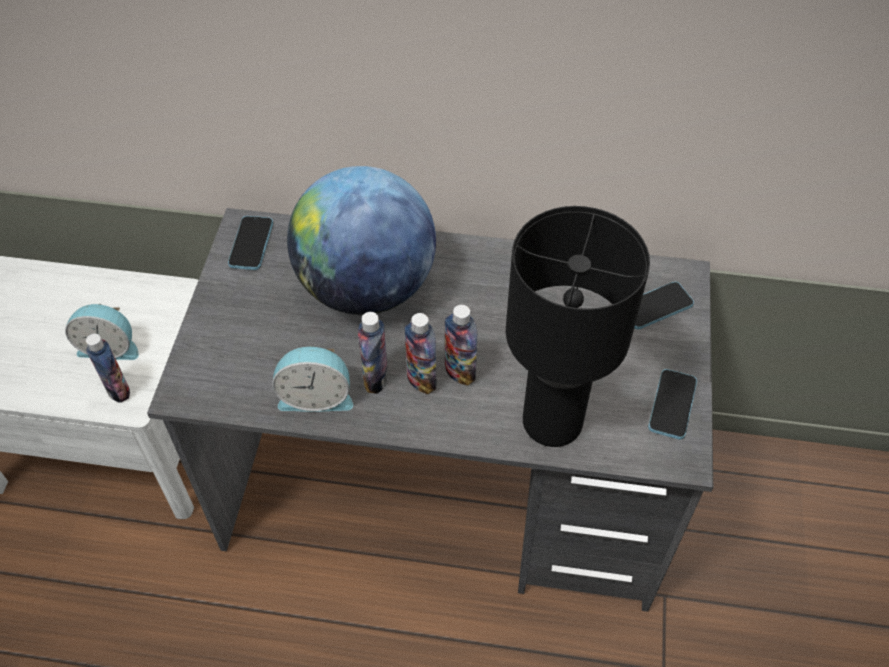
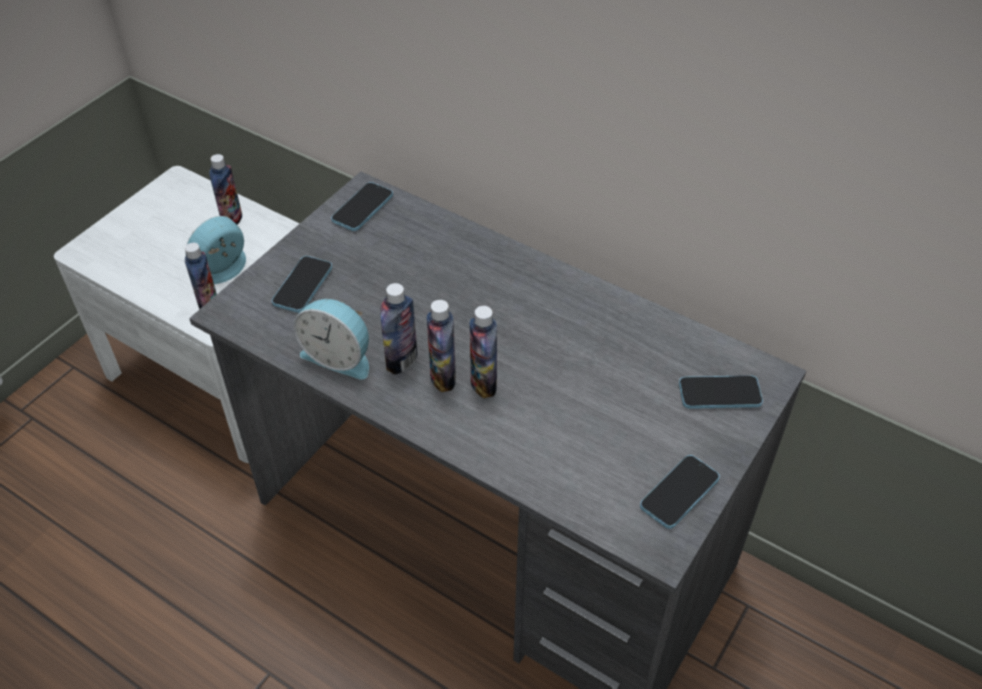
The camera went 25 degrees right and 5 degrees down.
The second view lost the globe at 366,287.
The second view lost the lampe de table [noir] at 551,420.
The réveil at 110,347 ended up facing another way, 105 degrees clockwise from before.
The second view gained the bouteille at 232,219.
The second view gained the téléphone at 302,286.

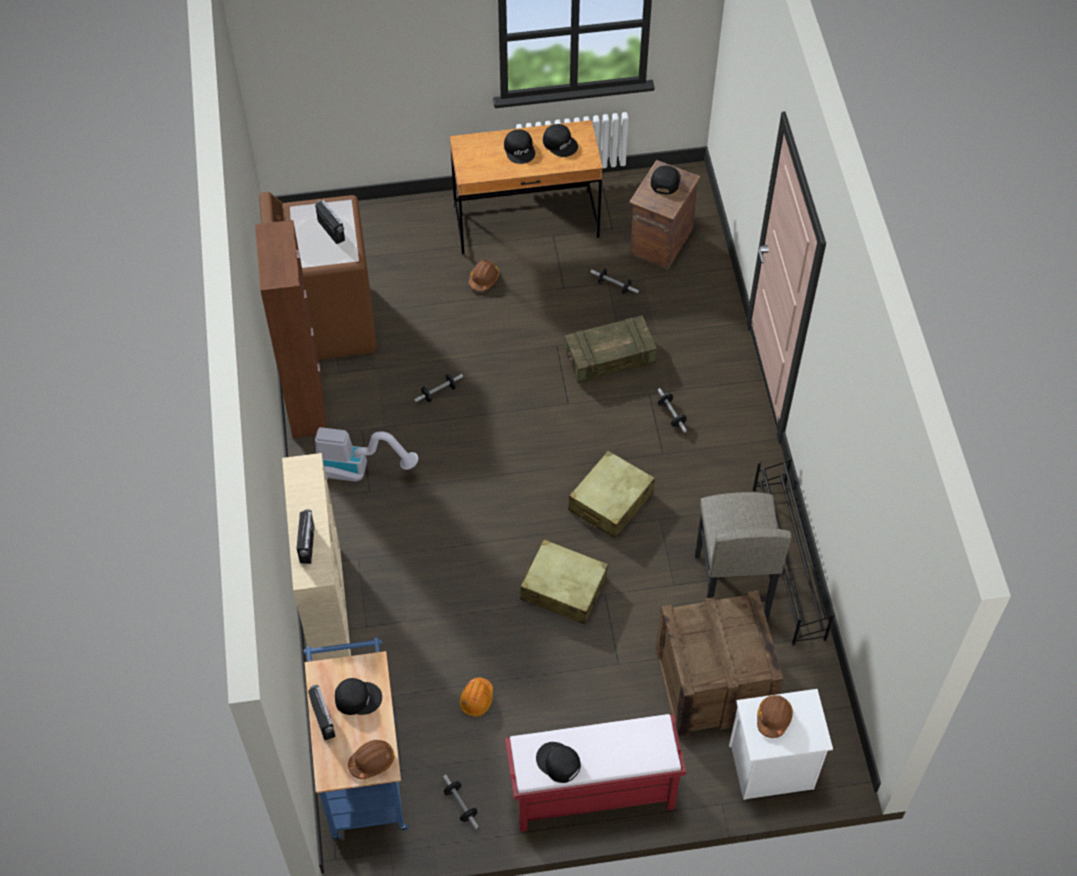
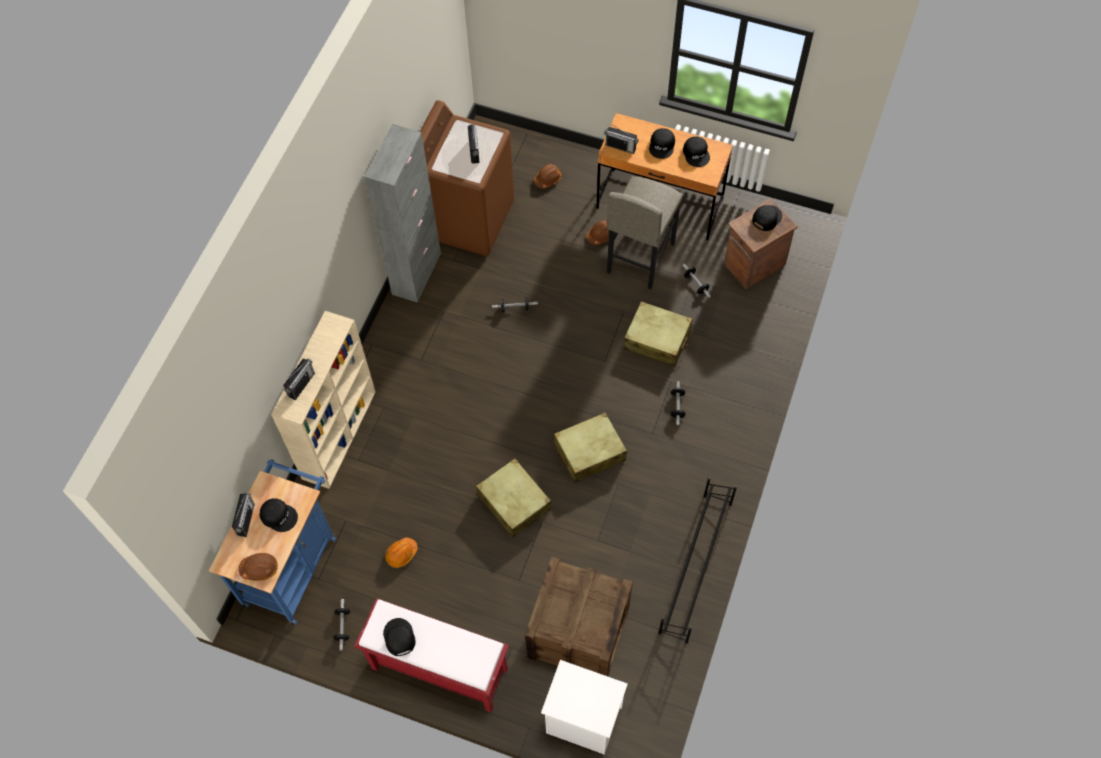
The camera went 30 degrees right and 5 degrees up.
What was the meuble de rangement [marron] at 307,404 turned into the meuble de rangement [gris] at 417,274.
Where the caisse stood at 609,358, the valise [beige] came to stand at 657,339.
The second view lost the aspirateur at 360,470.
The tabouret [gris] ended up elsewhere, having gone from 730,588 to 639,257.
The casque de chantier [marron] ended up elsewhere, having gone from 773,718 to 547,179.
The second view gained the radio at 620,147.

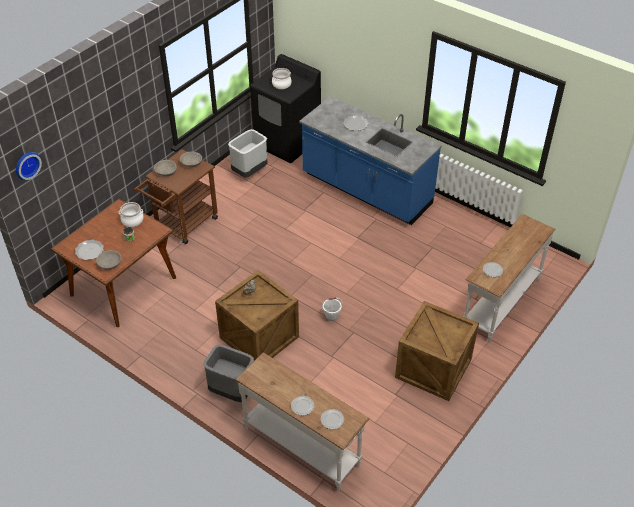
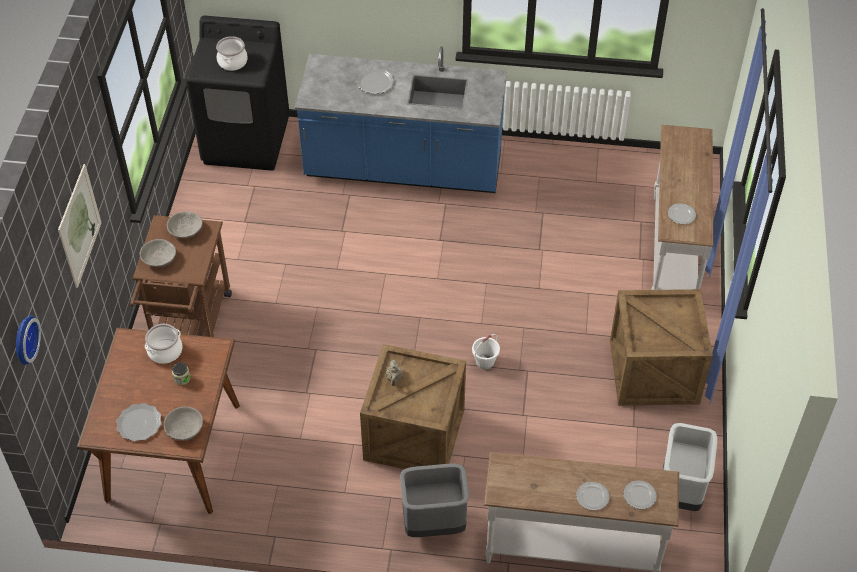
The camera went 30 degrees left and 5 degrees up.
The poubelle [gris] ended up elsewhere, having gone from 249,171 to 680,490.
The second view gained the tableau at 79,226.

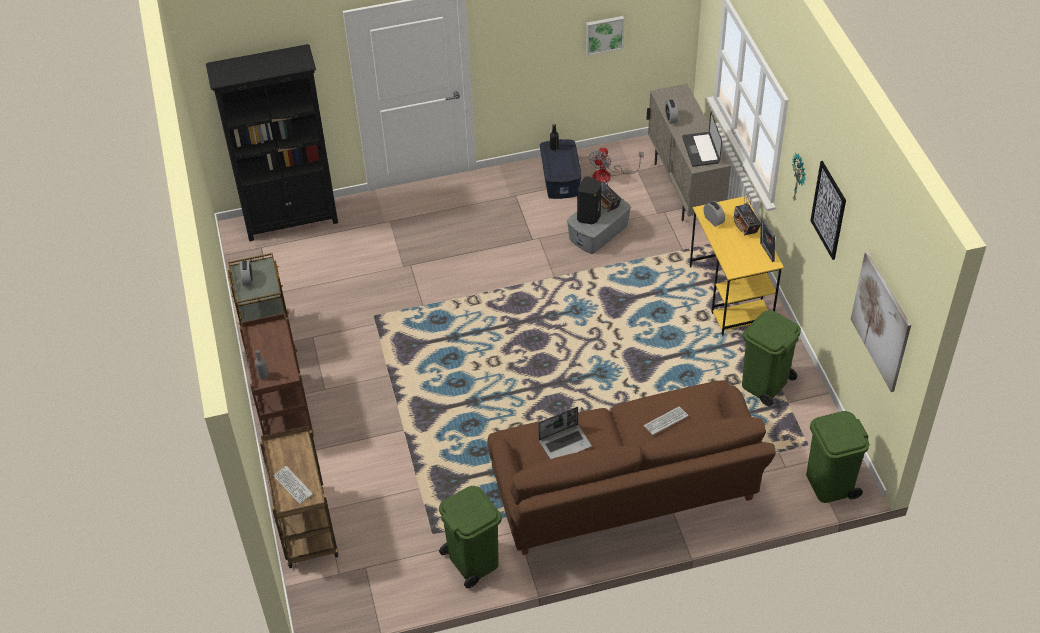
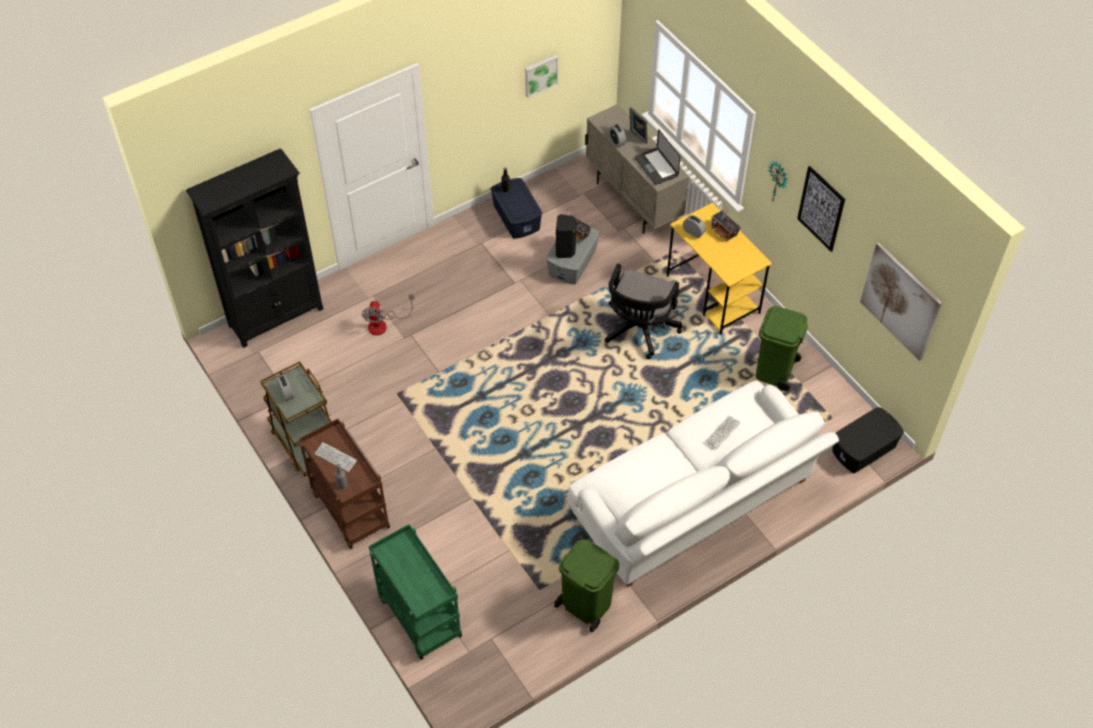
The camera went 20 degrees left and 5 degrees up.
The ventilateur ended up elsewhere, having gone from 608,175 to 383,324.
The cadre photo ended up elsewhere, having gone from 765,252 to 637,137.
What was the canapé [marron] at 625,494 turned into the canapé [blanc] at 695,505.
The second view lost the ordinateur portable at 565,443.
Where the poubelle [vert] stood at 830,484, the boîte de rangement [noir] came to stand at 864,449.
What was the chariot [marron] at 305,526 turned into the chariot [vert] at 418,616.
The clavier ended up elsewhere, having gone from 293,485 to 335,457.
The second view gained the chaise de bureau [noir] at 639,331.

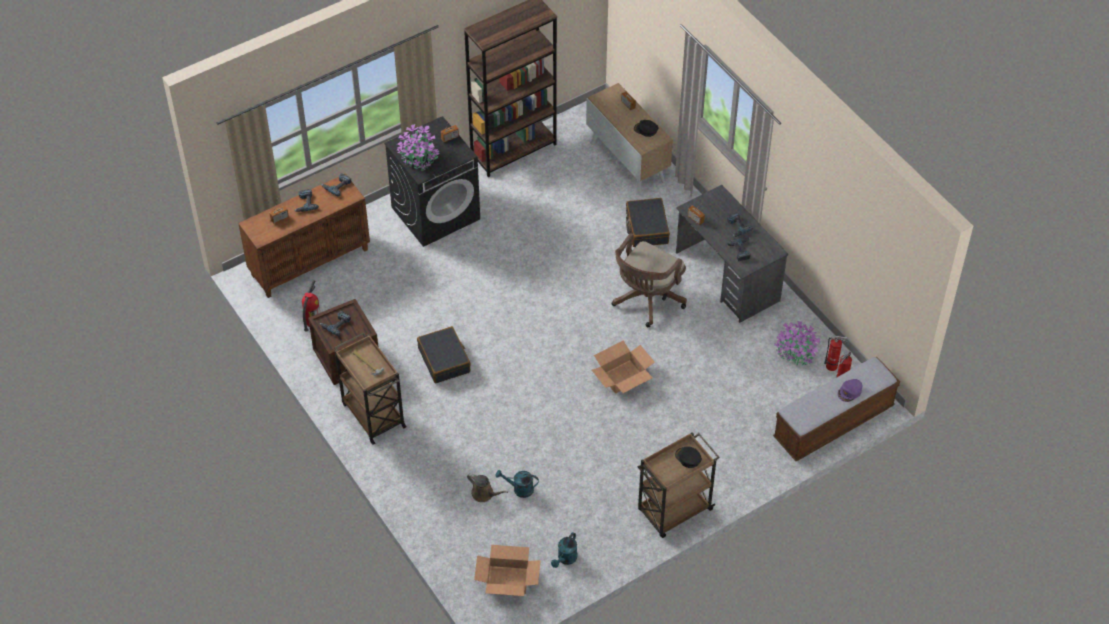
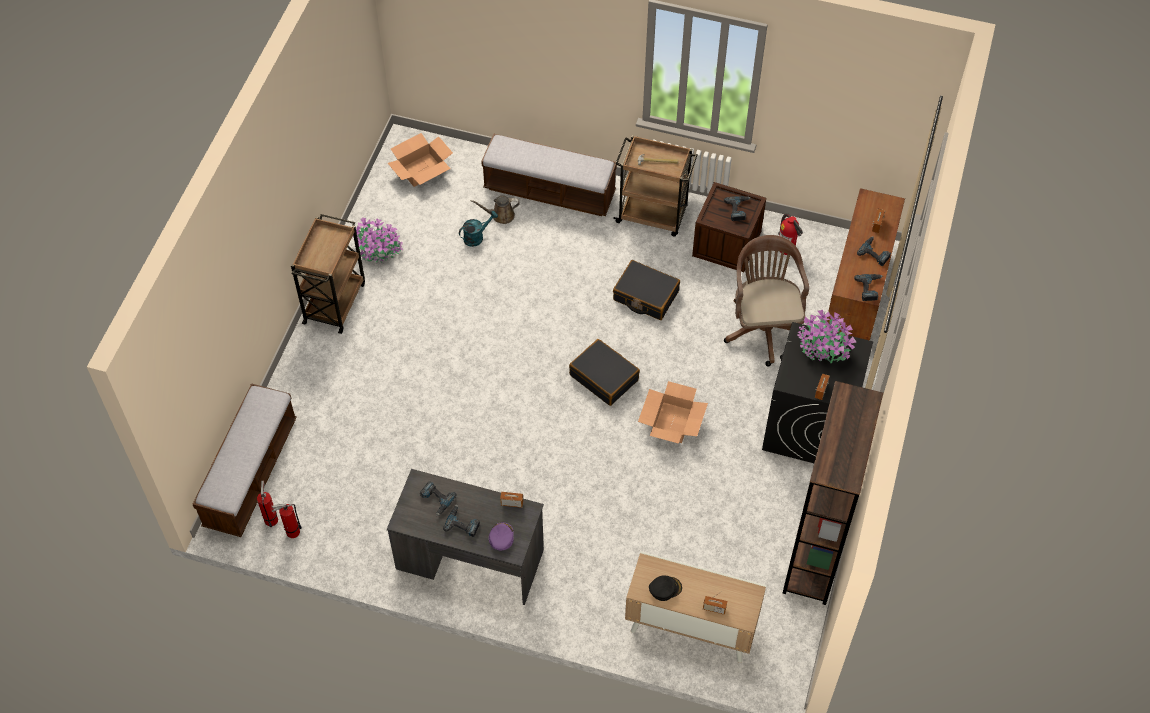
The camera went 140 degrees right and 5 degrees up.
The valise [noir] ended up elsewhere, having gone from 646,228 to 604,377.
The chaise de bureau [marron] ended up elsewhere, having gone from 646,300 to 763,326.
The plante en pot ended up elsewhere, having gone from 796,353 to 378,250.
The carton ended up elsewhere, having gone from 622,376 to 672,422.
The casquette [violet] ended up elsewhere, having gone from 850,392 to 501,537.
The second view lost the casquette [noir] at 688,458.
The second view lost the arrosoir [turquoise] at 565,559.
The second view gained the banc at 549,191.

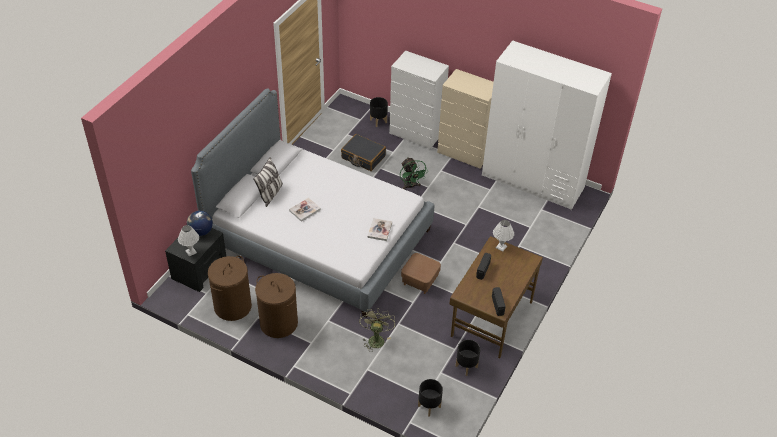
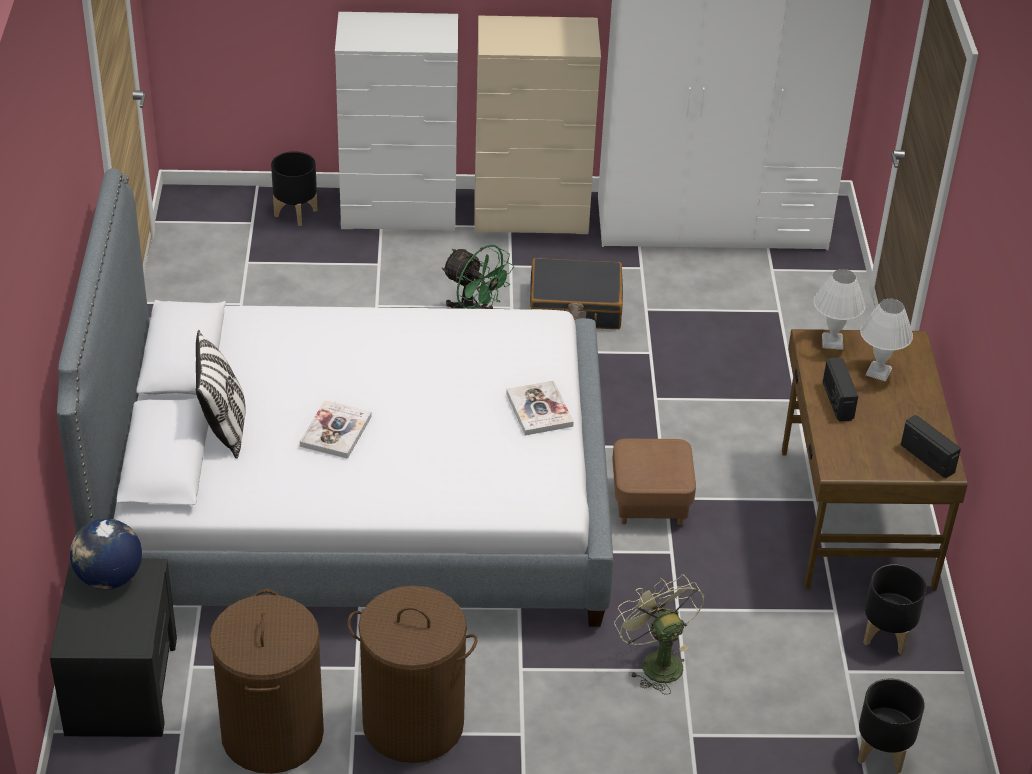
The camera went 30 degrees left and 5 degrees down.
The valise [noir] ended up elsewhere, having gone from 363,157 to 575,307.
The lampe de table [blanc] ended up elsewhere, having gone from 191,252 to 879,372.

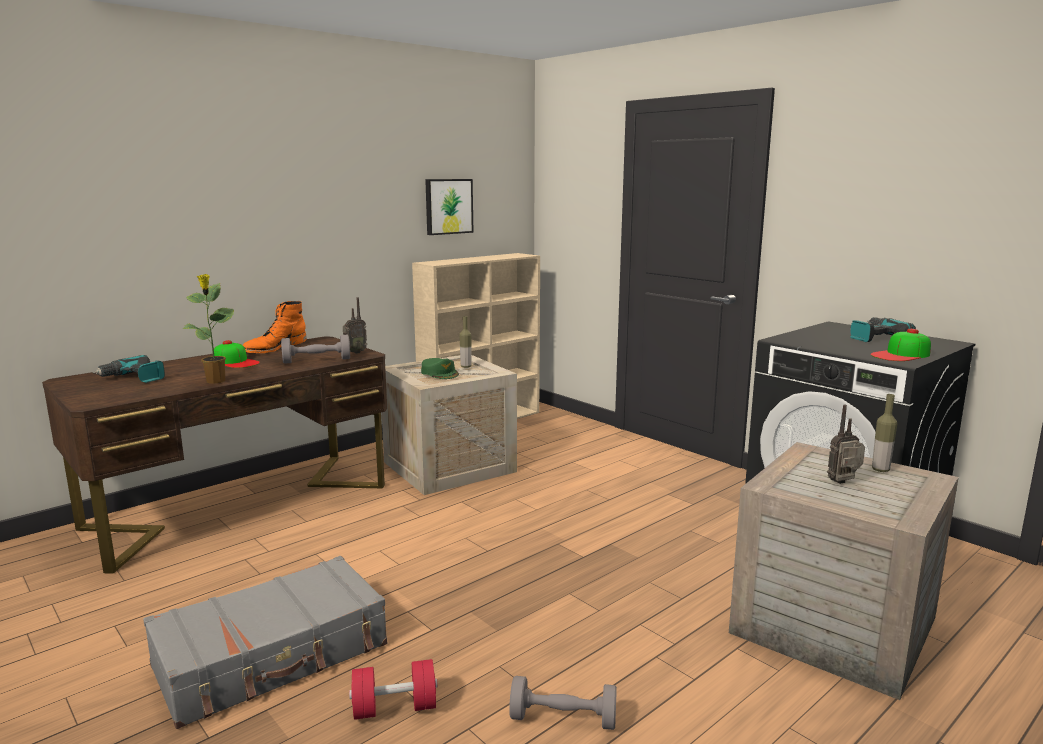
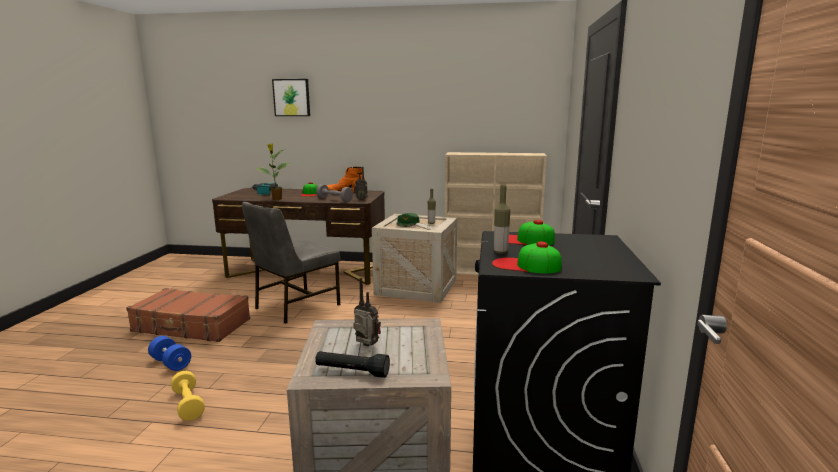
The camera went 50 degrees right and 0 degrees up.
The tableau ended up elsewhere, having gone from 448,206 to 292,97.
The second view lost the perceuse at 874,337.
The bouteille ended up elsewhere, having gone from 880,470 to 500,252.
What was the valise [gris] at 273,656 turned into the valise [marron] at 191,326.
What was the haltère [rouge] at 394,708 turned into the haltère [bleu] at 171,363.
What was the haltère [gris] at 563,719 turned into the haltère [jaune] at 188,404.
The second view gained the chaise [gris] at 295,306.
The second view gained the casquette at 524,240.
The second view gained the lampe de poche [noir] at 352,372.

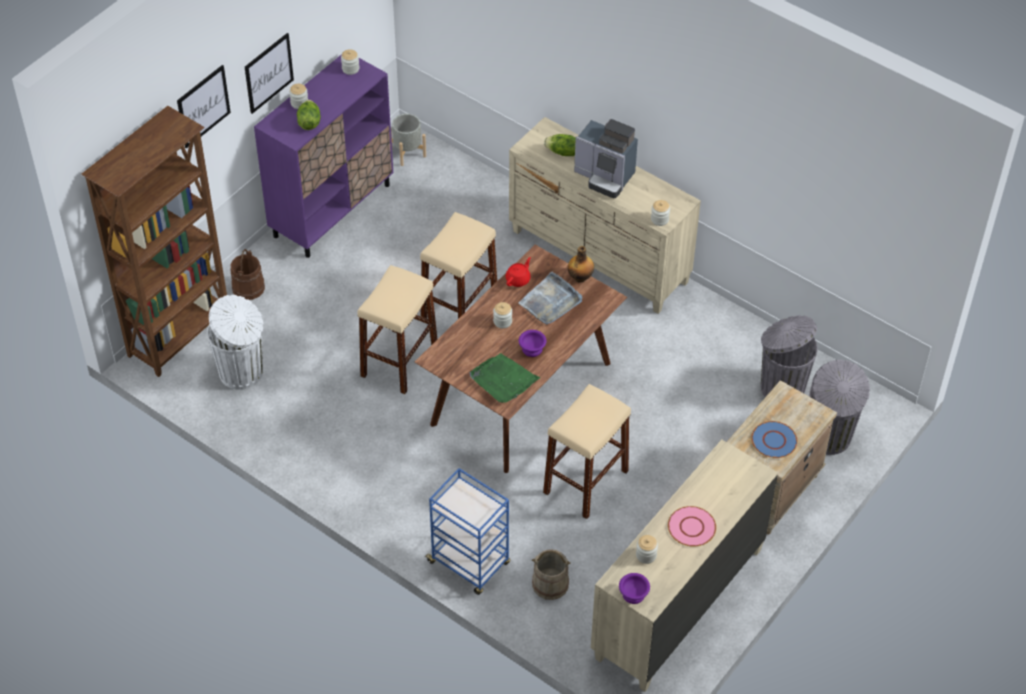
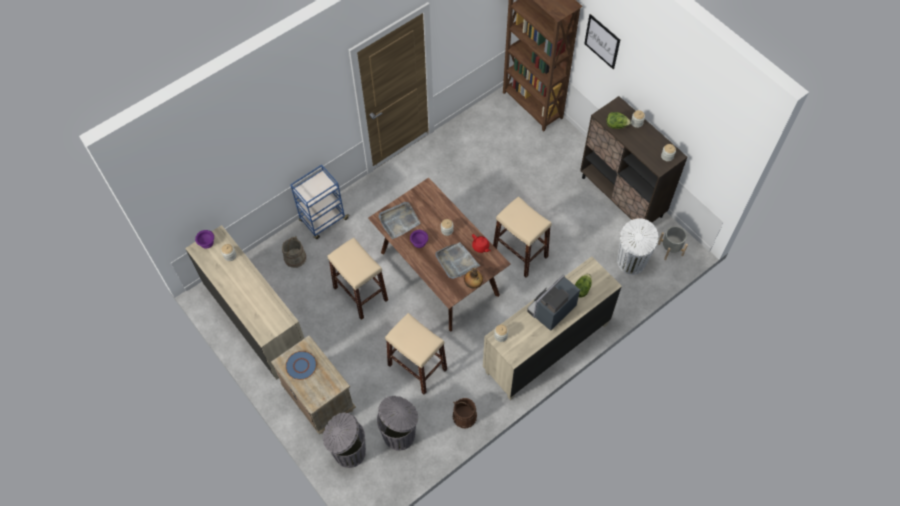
The camera went 105 degrees right and 10 degrees up.
The second view lost the tableau at 268,73.
What was the meuble de rangement [violet] at 332,210 turned into the meuble de rangement [marron] at 622,197.
The seau [marron] ended up elsewhere, having gone from 248,287 to 464,416.
The tabouret [beige] ended up elsewhere, having gone from 399,361 to 417,367.
The poubelle [blanc] ended up elsewhere, having gone from 242,372 to 631,262.
What was the plateau [vert] at 503,380 turned into the plateau [gris] at 399,221.
The second view lost the assiette [rose] at 691,527.

